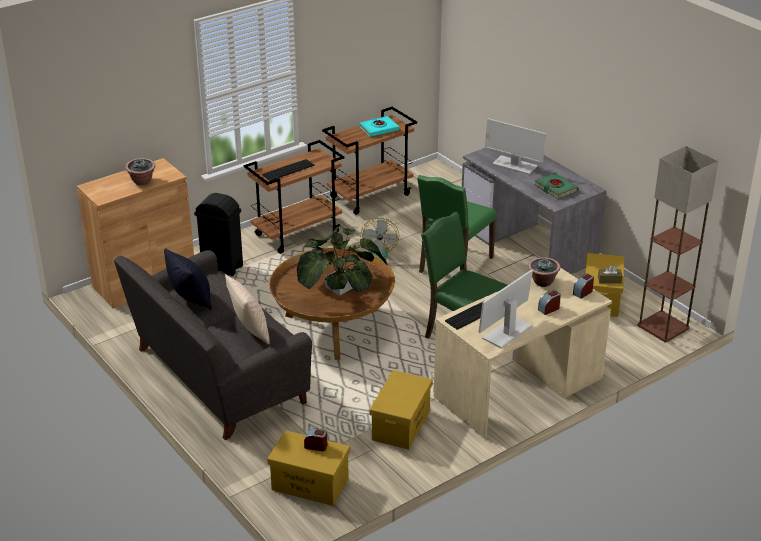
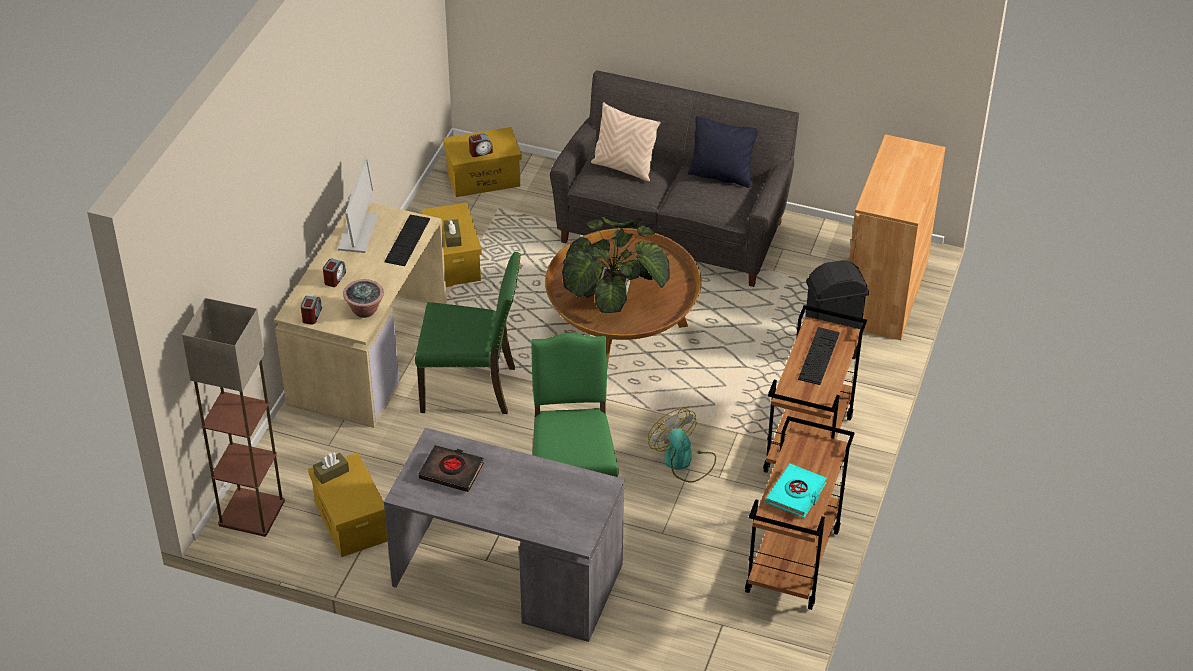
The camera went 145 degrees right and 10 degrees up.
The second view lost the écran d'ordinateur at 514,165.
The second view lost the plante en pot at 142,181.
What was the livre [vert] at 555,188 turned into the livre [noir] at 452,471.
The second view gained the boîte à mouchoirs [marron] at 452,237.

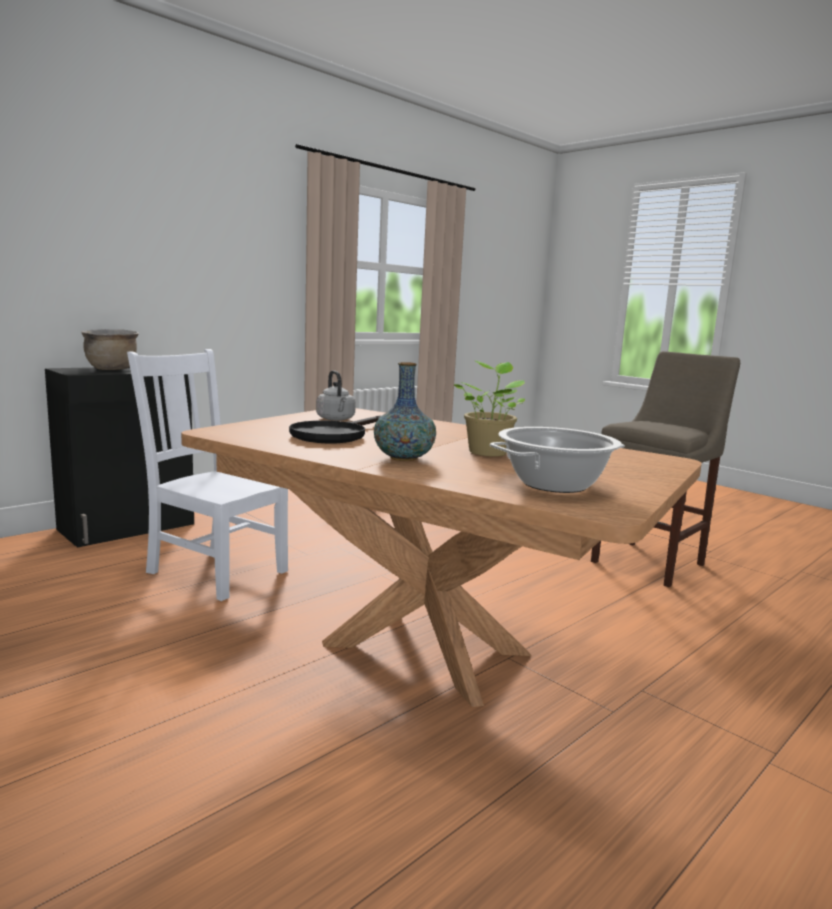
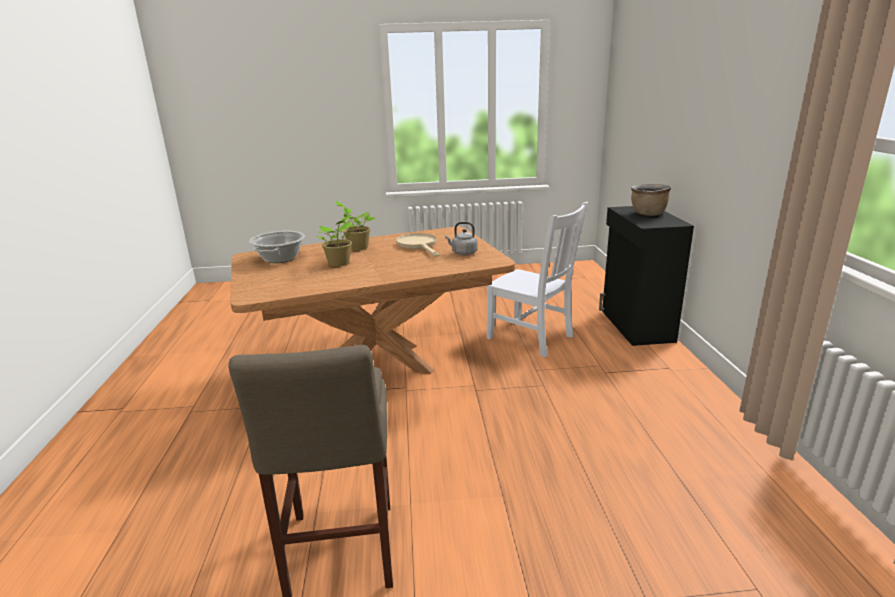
The camera went 130 degrees right and 10 degrees up.
The chaise [blanc] at 214,570 ended up facing another way, 60 degrees clockwise from before.
Where the vase stood at 403,458, the plante en pot came to stand at 357,247.
What was the poêle [noir] at 333,435 turned into the poêle [beige] at 419,245.

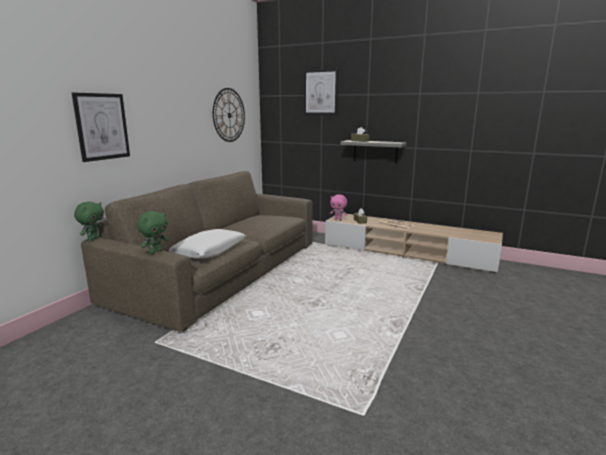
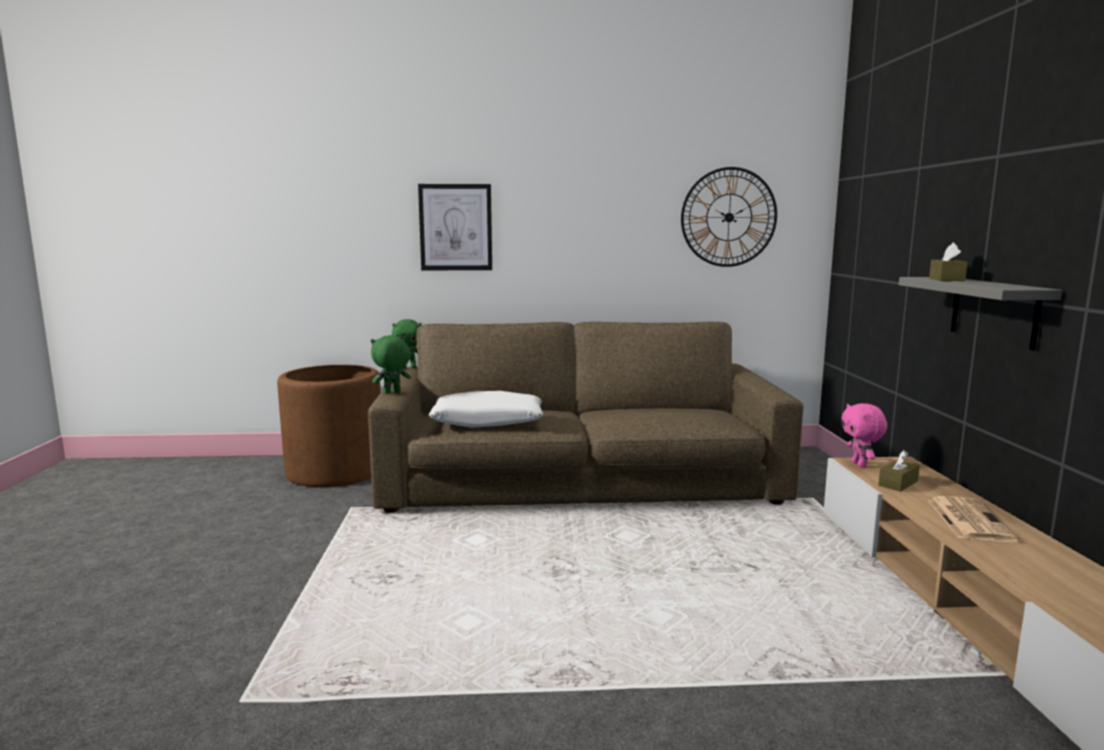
The camera went 60 degrees right and 5 degrees down.
The second view lost the tableau at 320,92.
The peluche [vert] at 155,252 ended up facing another way, 135 degrees clockwise from before.
The second view gained the cache-pot [marron] at 336,471.

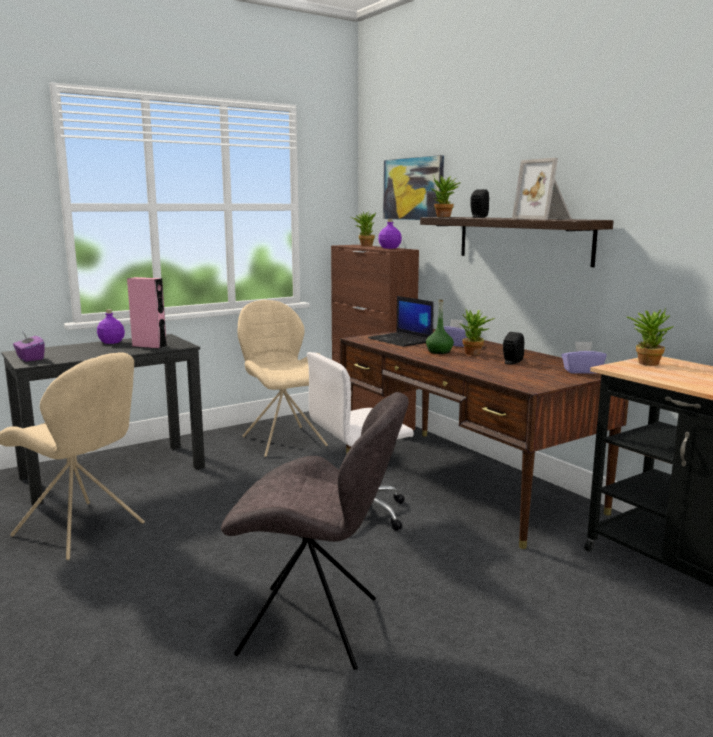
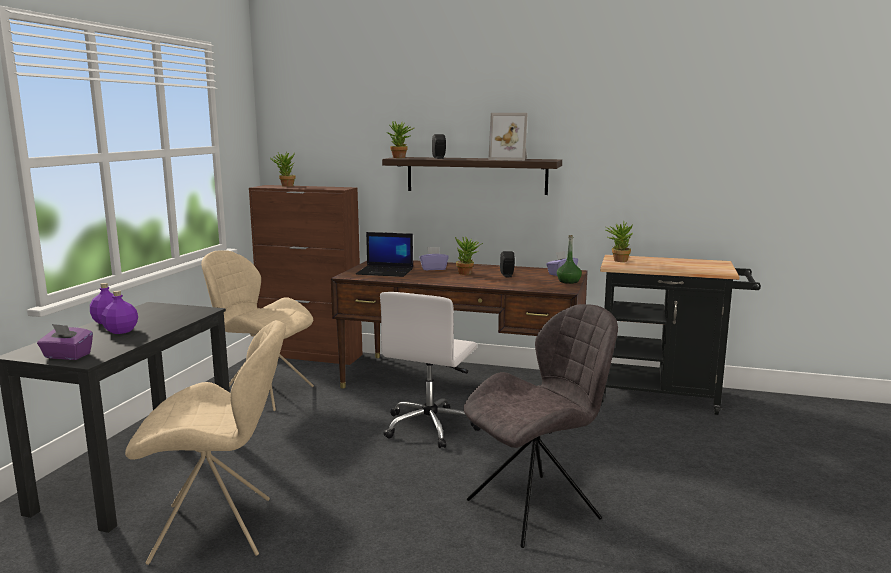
The camera went 40 degrees left and 0 degrees up.
The second view lost the tableau at 413,189.
The bouteille [violet] ended up elsewhere, having gone from 390,248 to 121,331.
The second view lost the enceinte [rose] at 149,346.
The bouteille [vert] ended up elsewhere, having gone from 439,351 to 568,281.

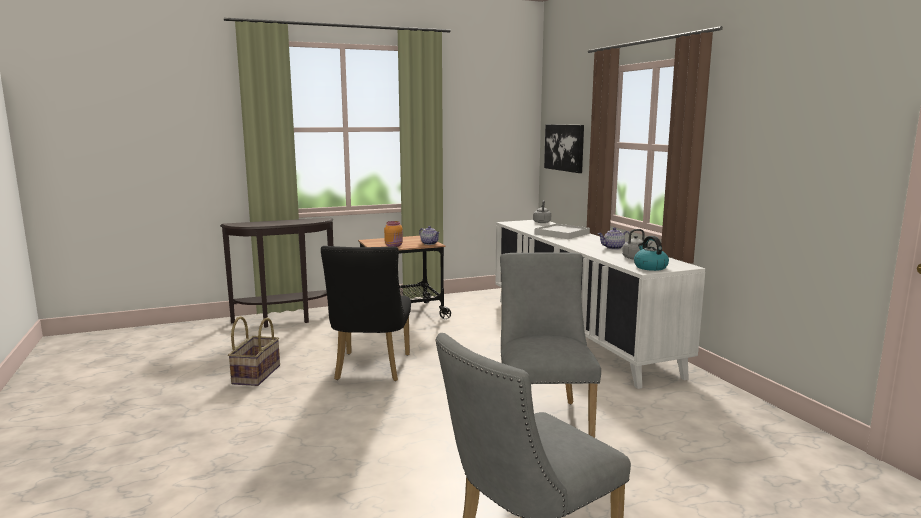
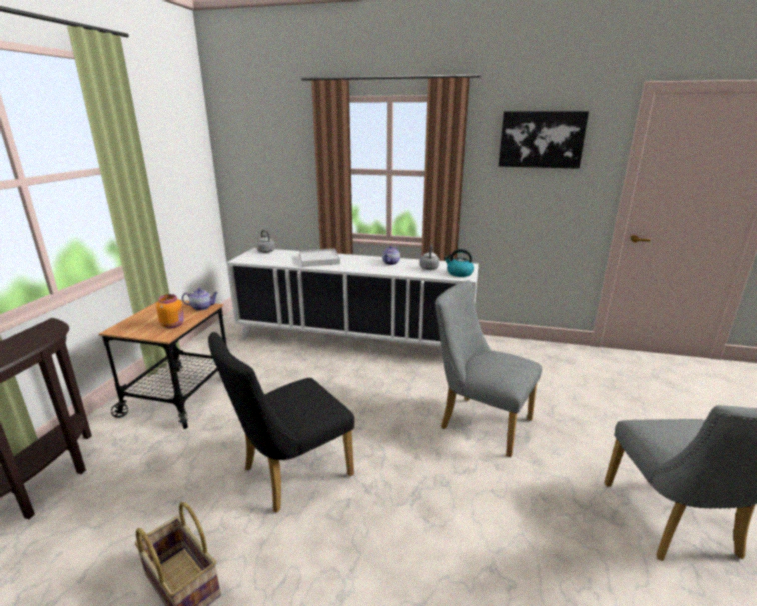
The camera went 55 degrees left and 10 degrees up.
The tableau ended up elsewhere, having gone from 564,147 to 541,139.
The chaise [noir] at 371,369 ended up facing another way, 105 degrees clockwise from before.

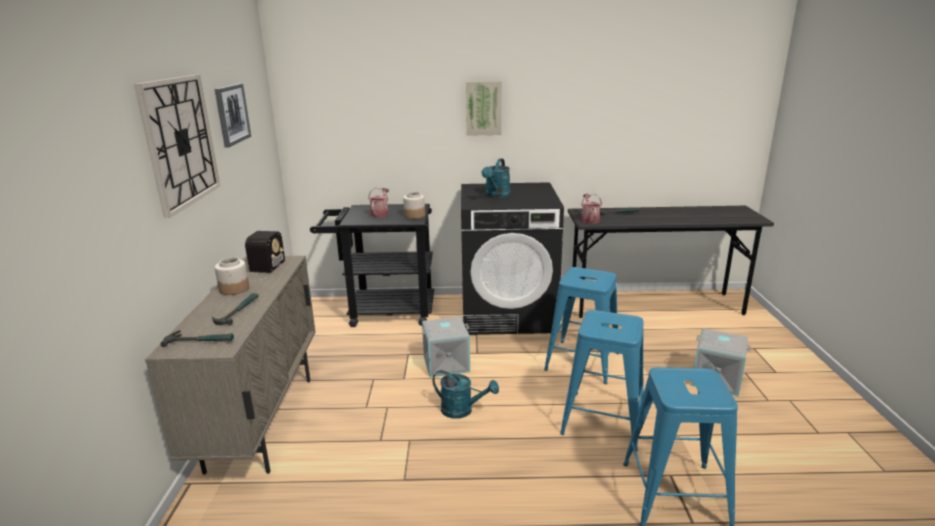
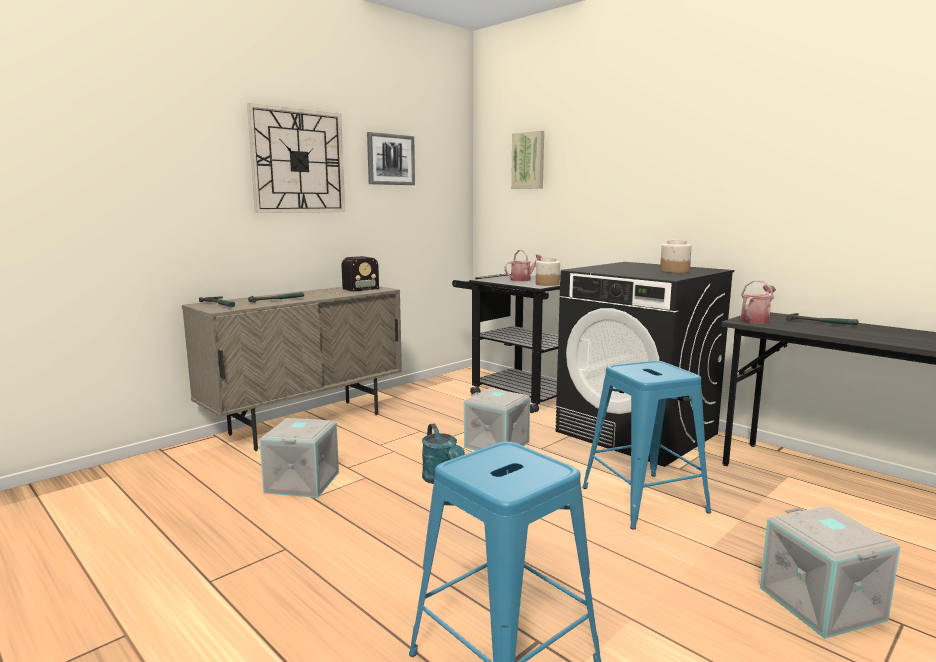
The camera went 45 degrees right and 10 degrees down.
The tableau ended up elsewhere, having gone from 483,108 to 529,160.
The second view lost the arrosoir [turquoise] at 496,196.
The bocal ended up elsewhere, having gone from 234,289 to 675,271.
The second view lost the tabouret [bleu] at 603,420.
The second view gained the boîte de rangement [gris] at 301,482.

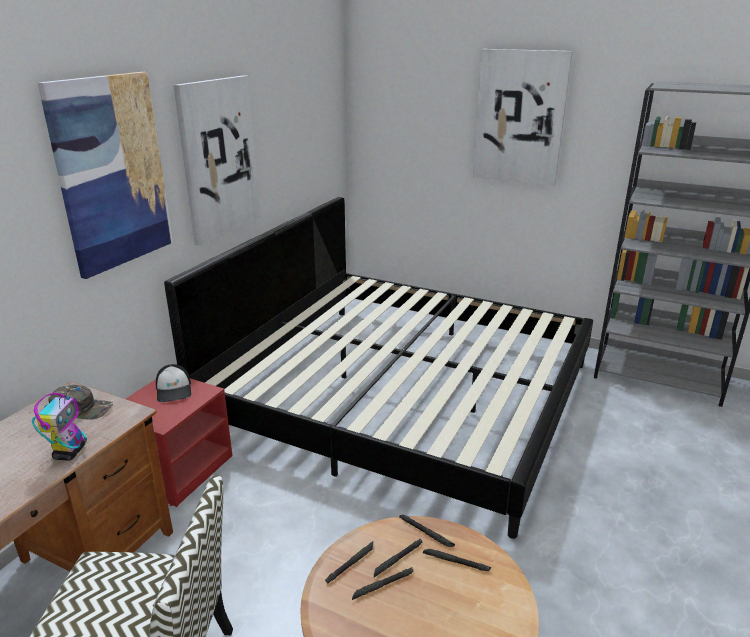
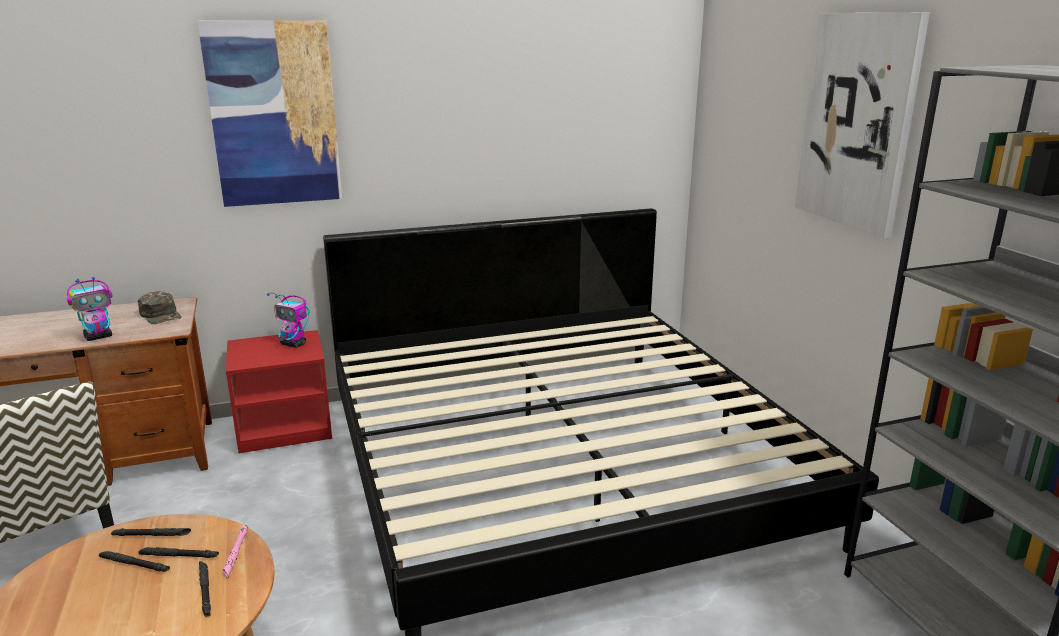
The camera went 45 degrees right and 5 degrees down.
The second view lost the tableau at 219,158.
Where the casquette stood at 174,390, the robot jouet came to stand at 294,344.
What was the lampe de poche [noir] at 426,532 turned into the lampe de poche [rose] at 236,553.

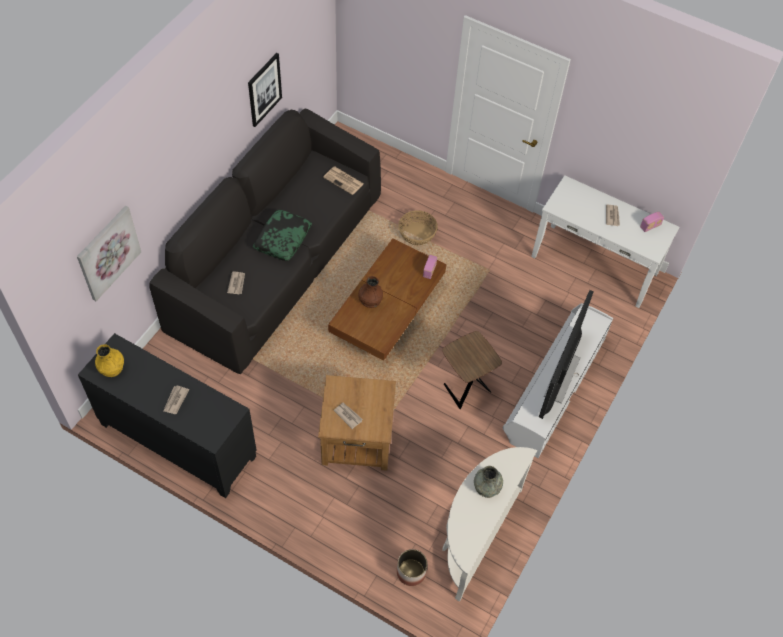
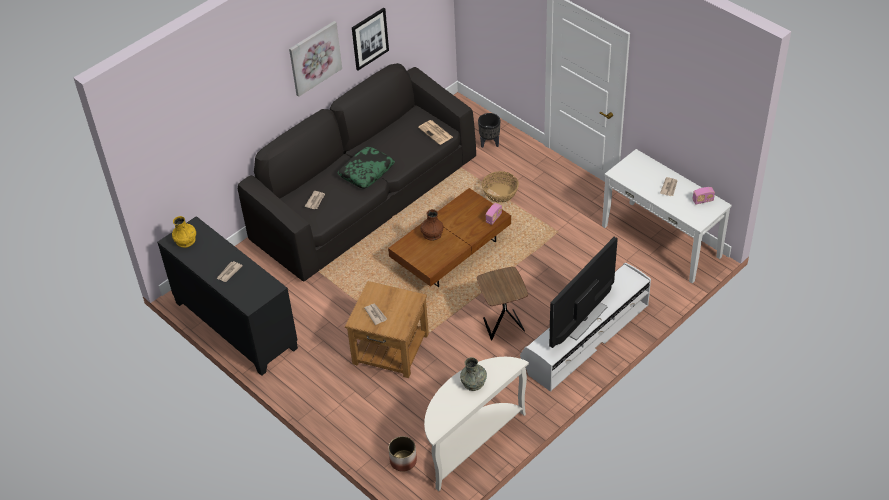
The camera went 20 degrees right and 10 degrees down.
The tableau ended up elsewhere, having gone from 108,252 to 314,58.
The second view gained the cache-pot [noir] at 489,143.

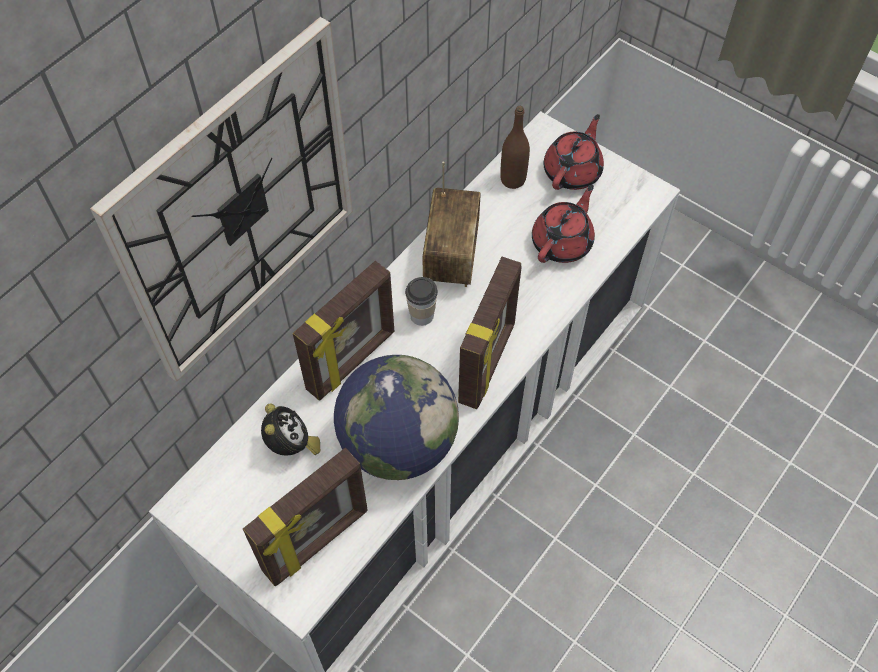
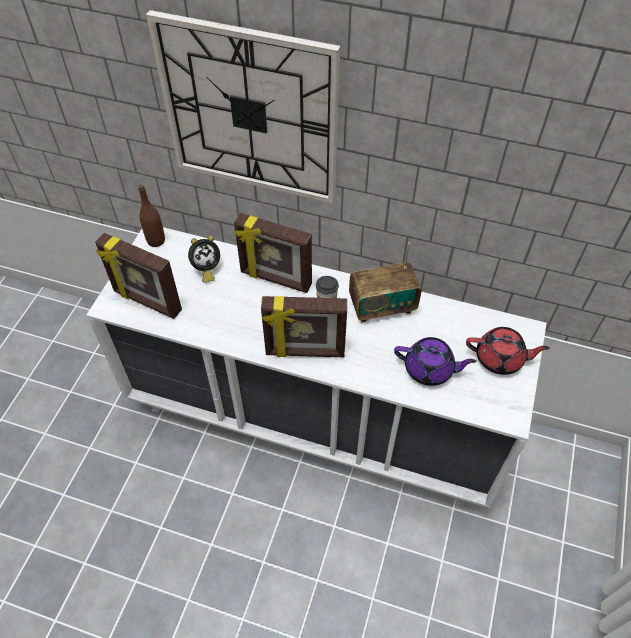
The camera went 70 degrees right and 5 degrees down.
The bouteille [marron] ended up elsewhere, having gone from 513,179 to 156,241.
What was the théière [rouge] at 562,242 turned into the théière [violet] at 429,369.
The second view lost the globe at 398,443.

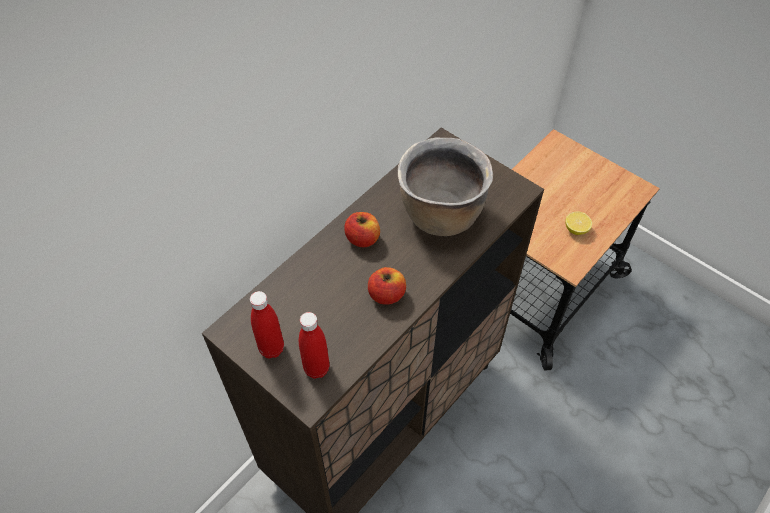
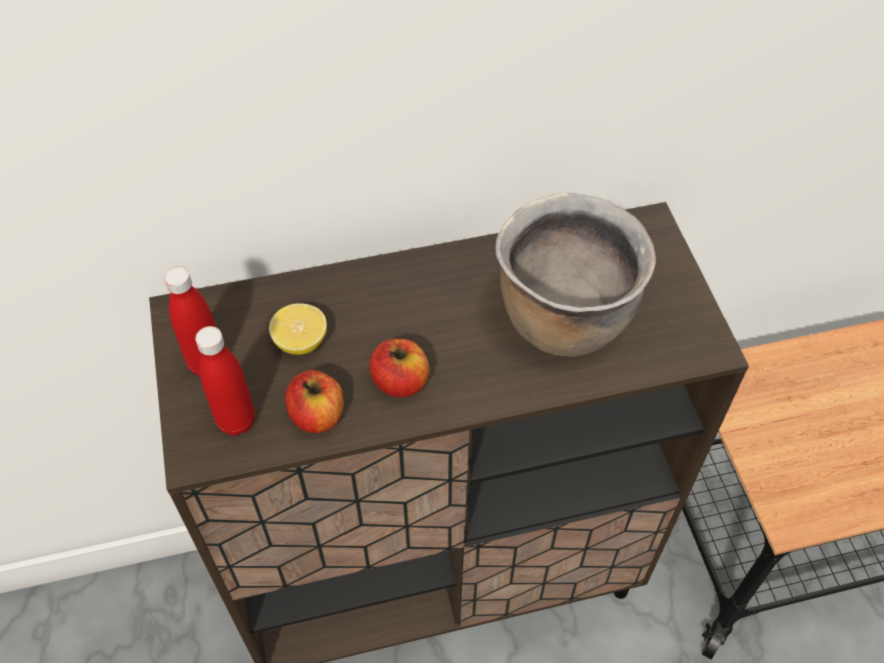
The camera went 35 degrees right and 0 degrees up.
The citron ended up elsewhere, having gone from 576,229 to 301,341.
The pomme ended up elsewhere, having gone from 362,238 to 317,415.

